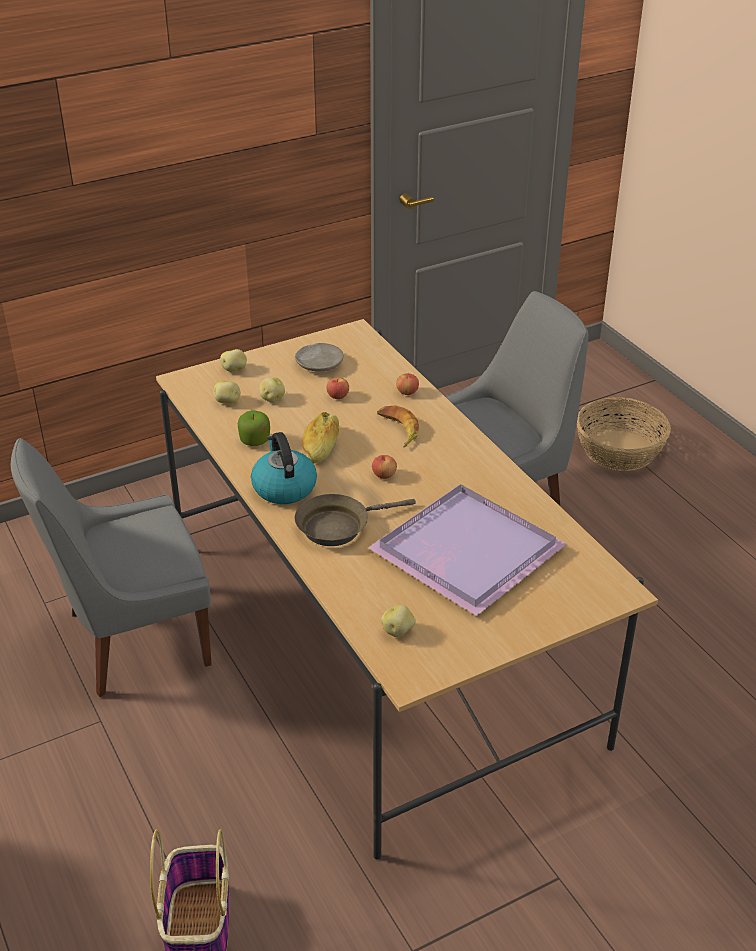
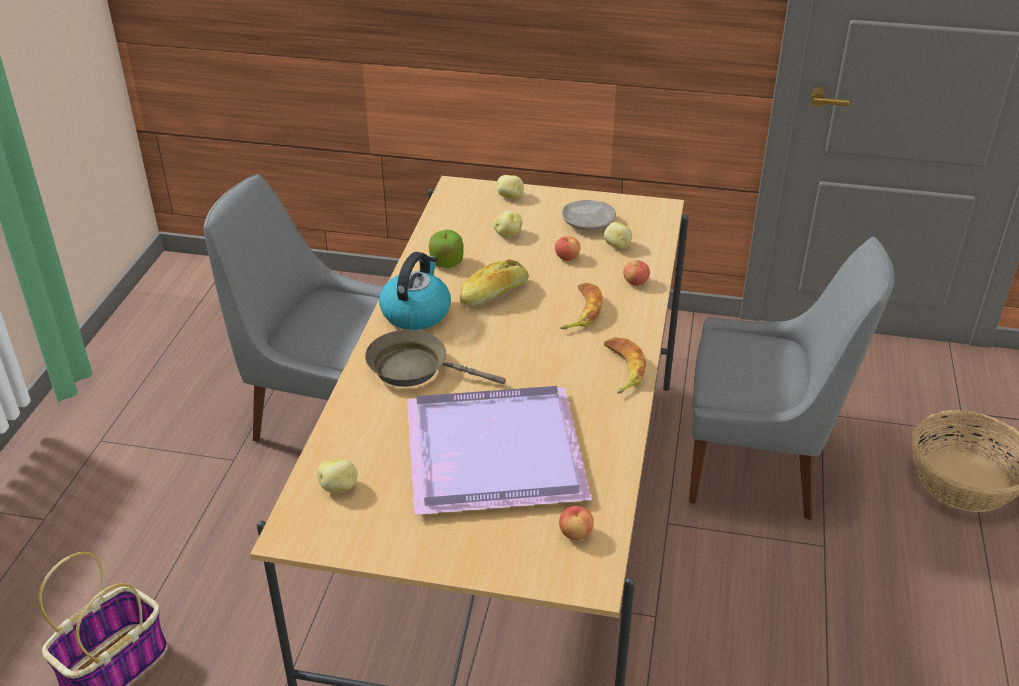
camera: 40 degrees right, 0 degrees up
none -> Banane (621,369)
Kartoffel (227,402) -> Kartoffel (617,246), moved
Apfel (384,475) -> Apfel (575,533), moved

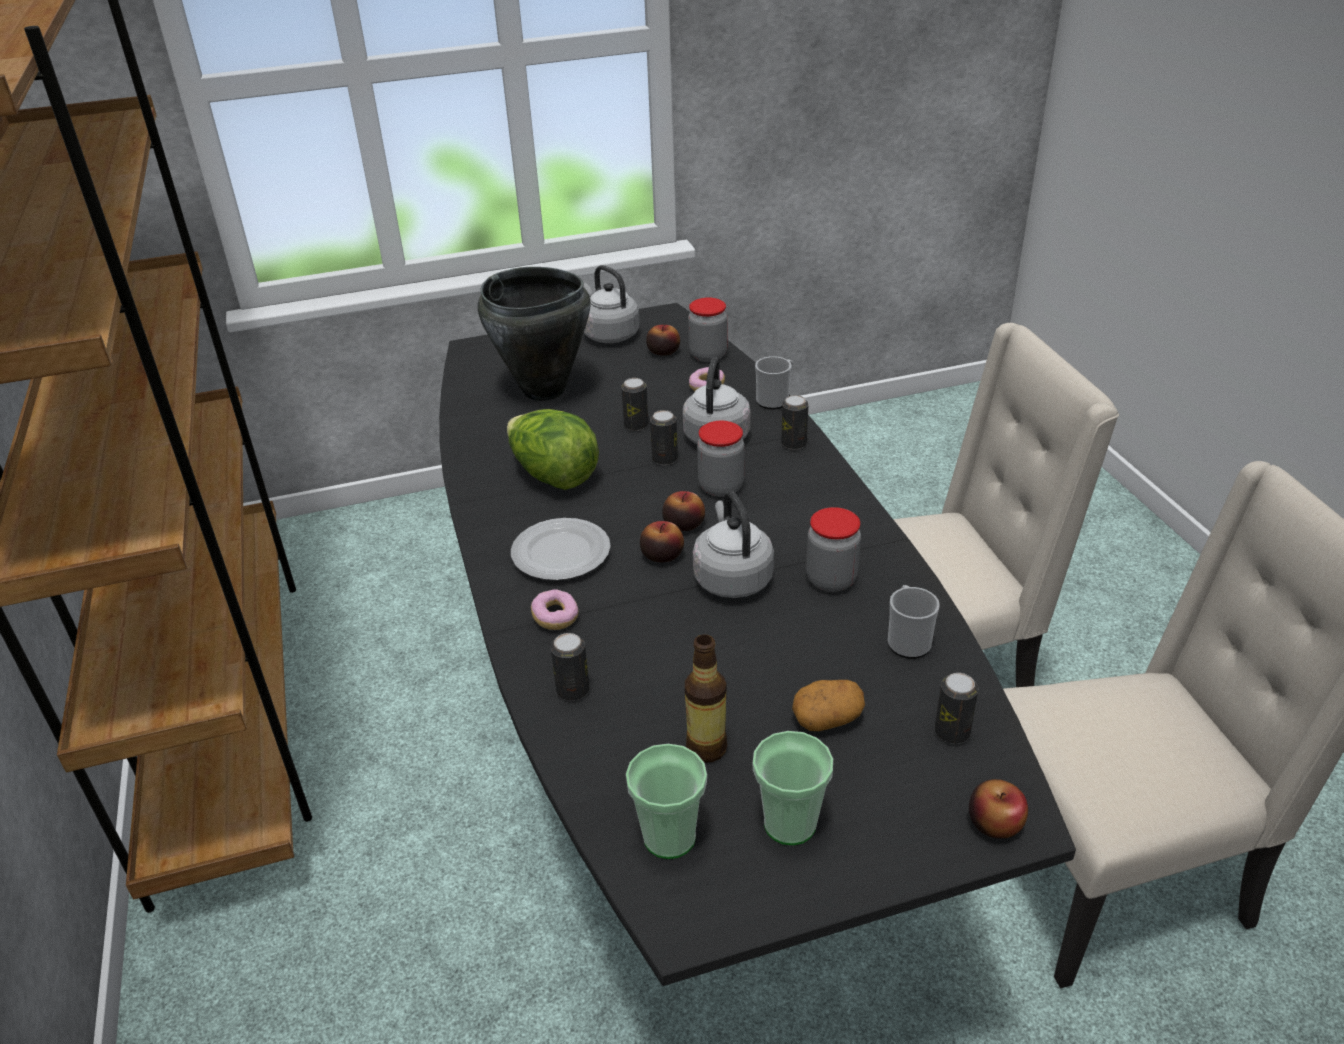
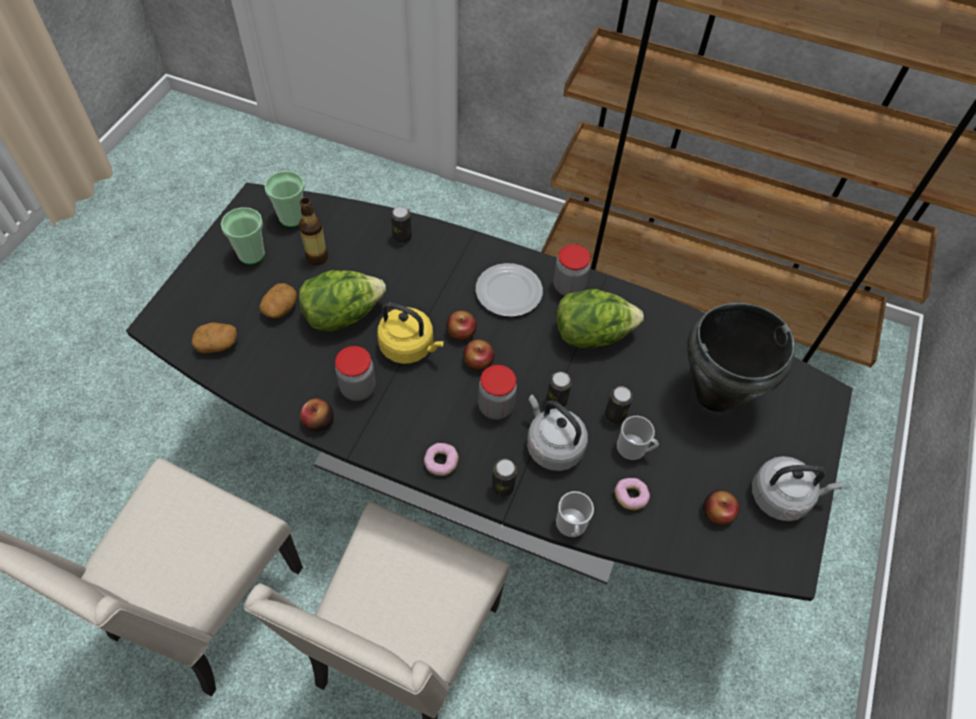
camera: 125 degrees right, 20 degrees up
none -> Salatkopf (343,315)
Donut (555,618) -> Donut (441,462), moved
Vorratsglas (708,355) -> Vorratsglas (568,287), moved
Henkelbecher (907,640) -> Henkelbecher (634,449), moved
Apfel (995,823) -> Apfel (318,421), moved
Dose (952,732) -> Kartoffel (217,344)
Wasserkessel [grau] (731,577) -> Wasserkessel [gelb] (409,347)

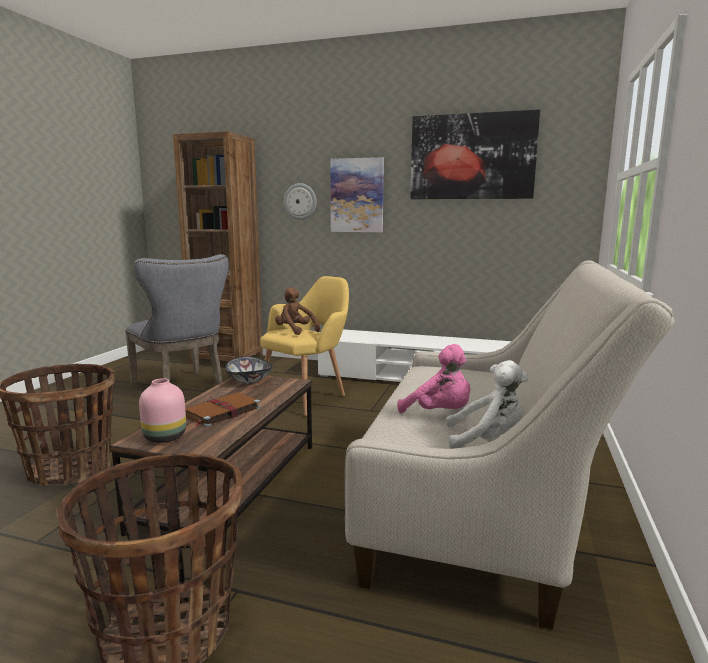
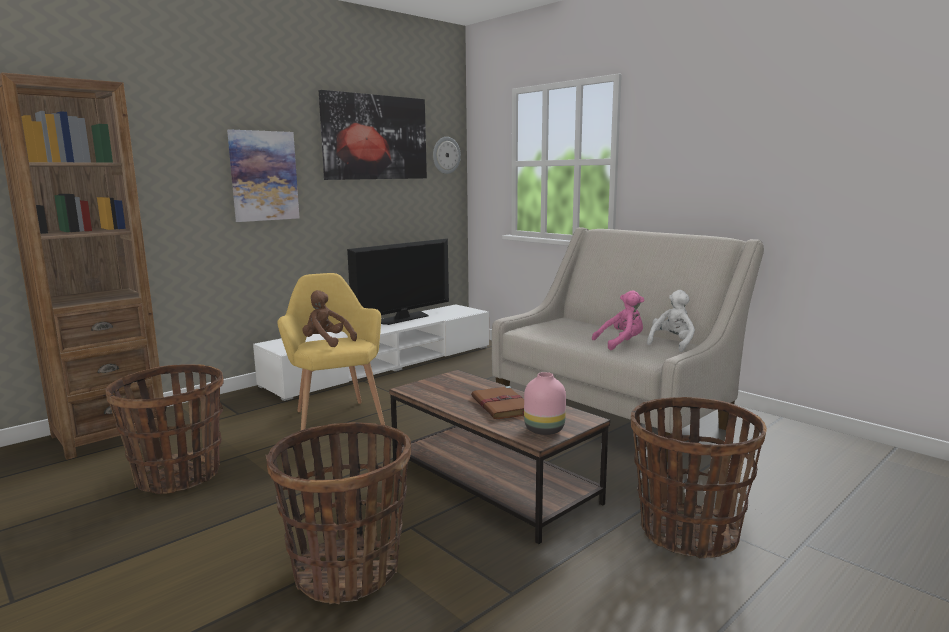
camera: 60 degrees left, 0 degrees up
Schüssel (248,381) -> none
none -> Fernseher (402,318)
Wanduhr (300,201) -> Wanduhr (446,155), moved
Stuhl [grau] (182,389) -> Korb (178,476)
Plüschtier [braun] (295,331) -> Plüschtier [braun] (326,342), 45 degrees clockwise

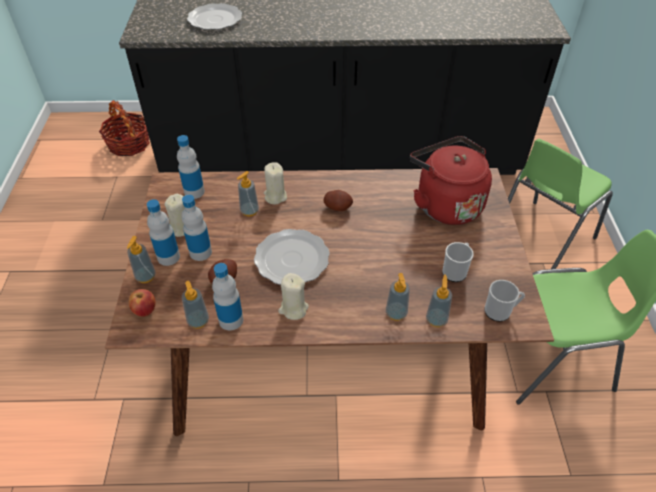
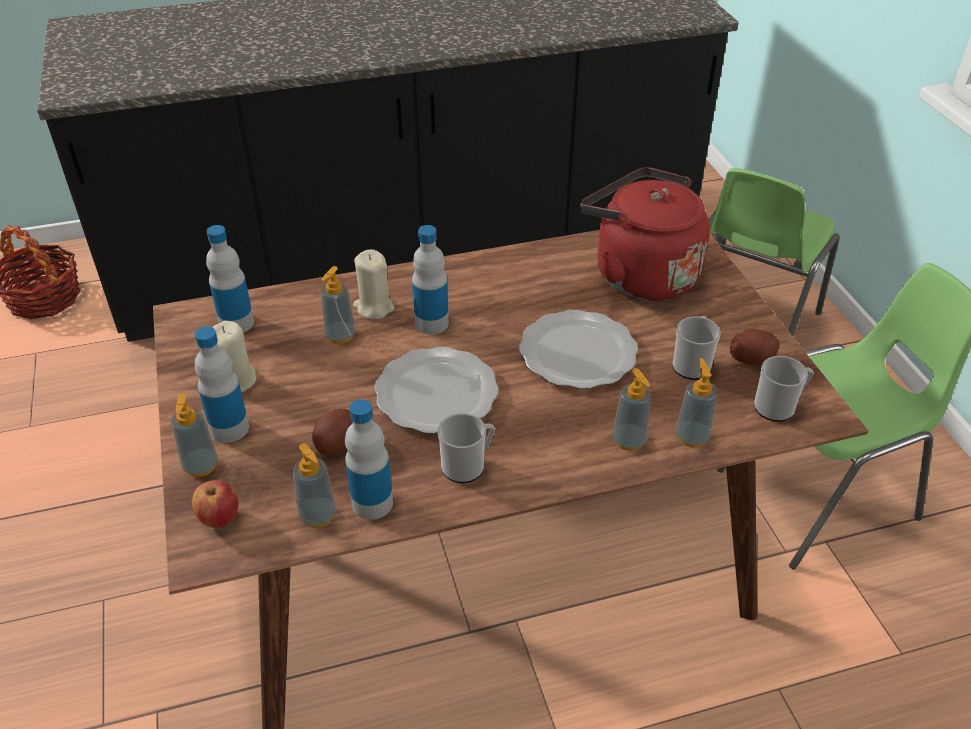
camera: 15 degrees left, 5 degrees down
Flasche (200,252) -> Flasche (431,323), moved
Teller (214,19) -> Teller (577,354), moved
Kartoffel (338,207) -> Kartoffel (751,358), moved
Kerze [beige] (293,309) -> Henkelbecher (467,466)

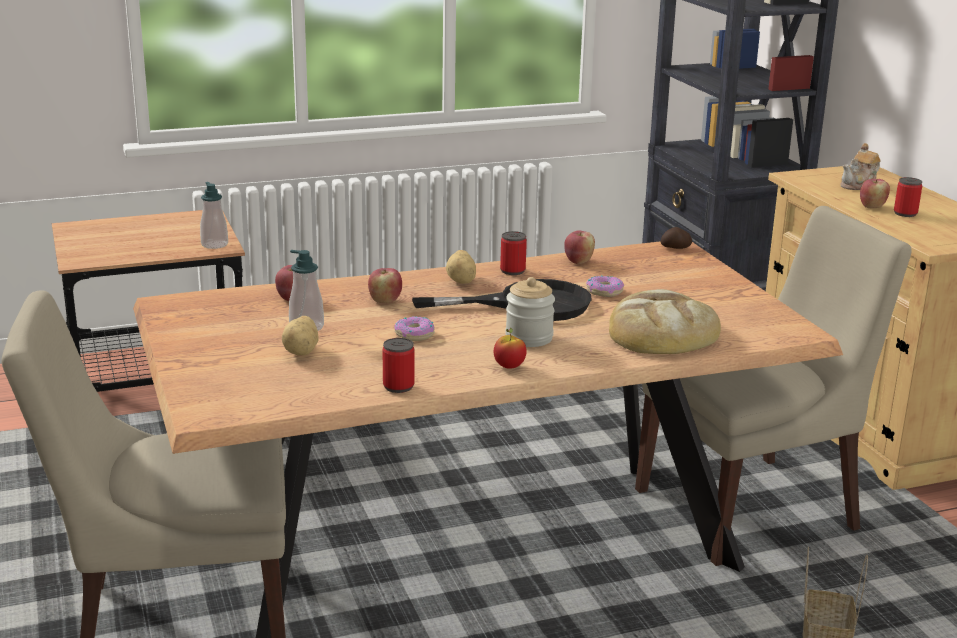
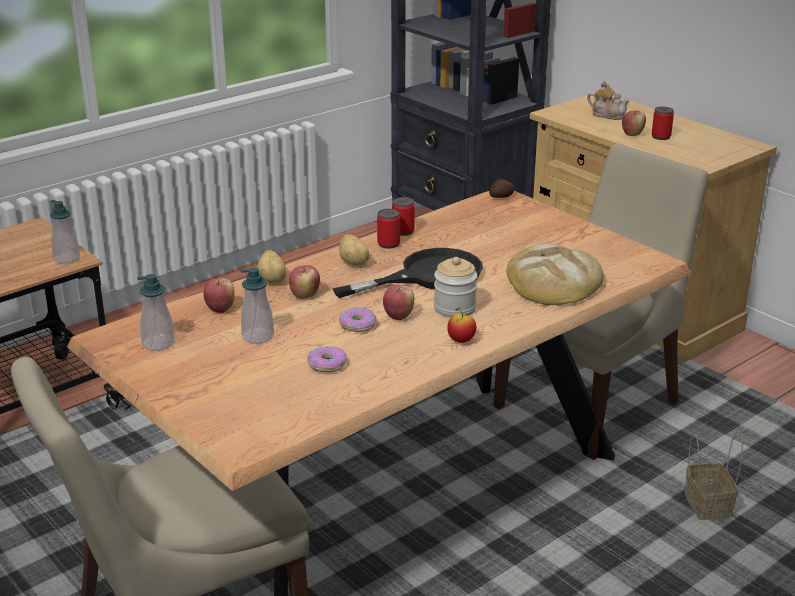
camera: 20 degrees left, 5 degrees up
none -> Seifenspender (158,343)
Kartoffel (302,351) -> Kartoffel (273,279), moved
Dose (398,386) -> Dose (403,231), moved
Apfel (578,261) -> Apfel (398,316), moved
Donut (604,291) -> Donut (327,364), moved
Teekanne (859,185) -> Teekanne (607,115), 90 degrees counterclockwise

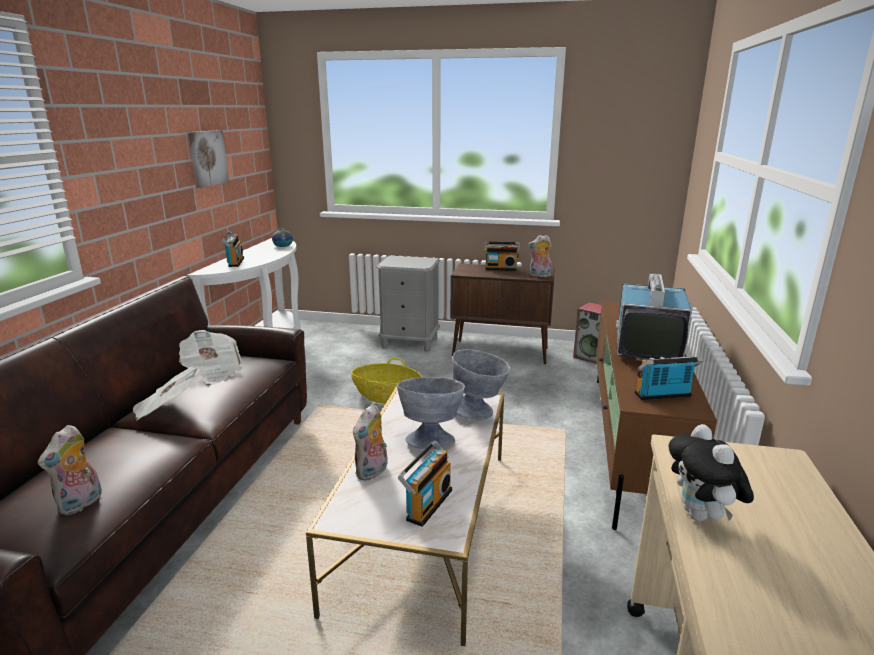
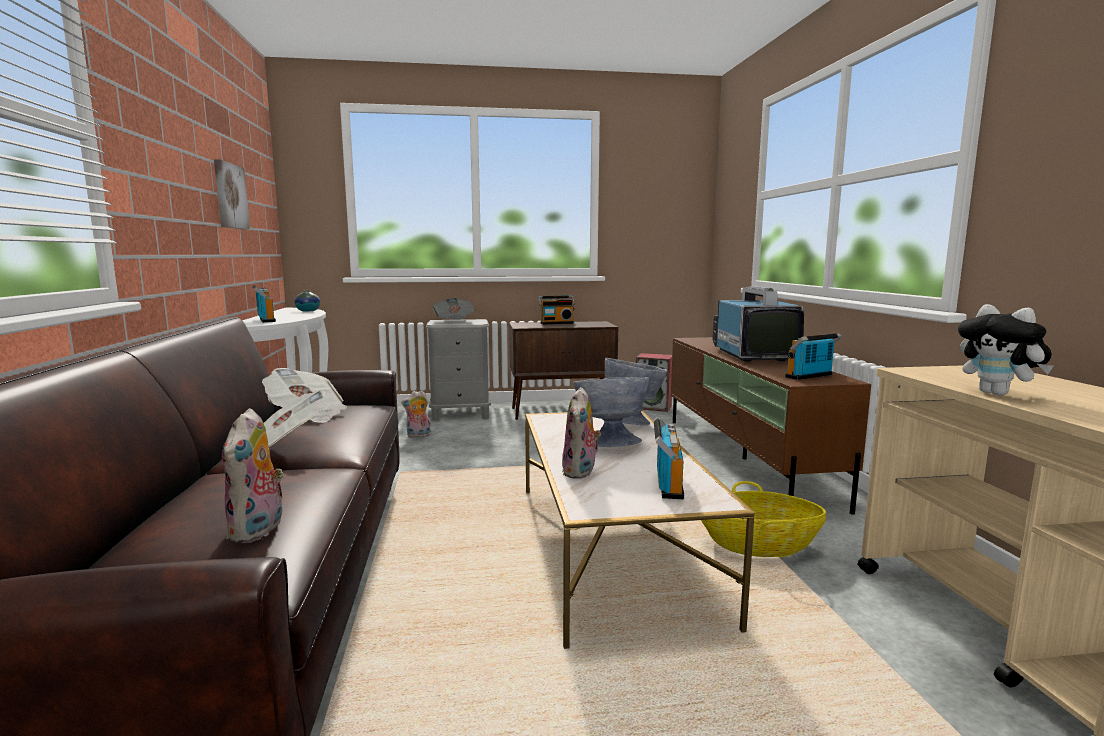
camera: 20 degrees left, 10 degrees down
none -> Zeitung (454,322)
Korb (387,396) -> Korb (759,545), moved
Plüschtier (539,275) -> Plüschtier (418,435), moved

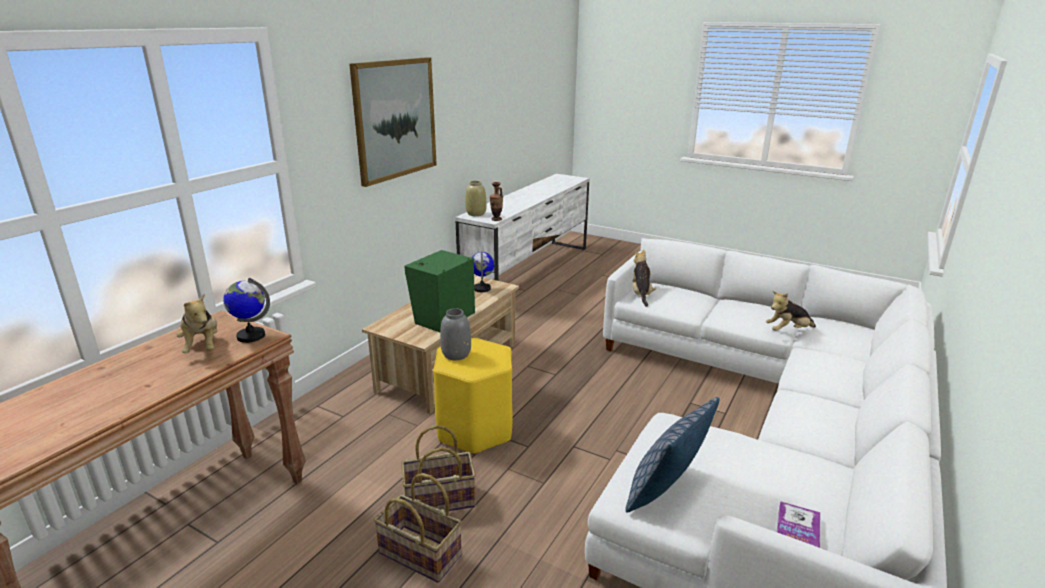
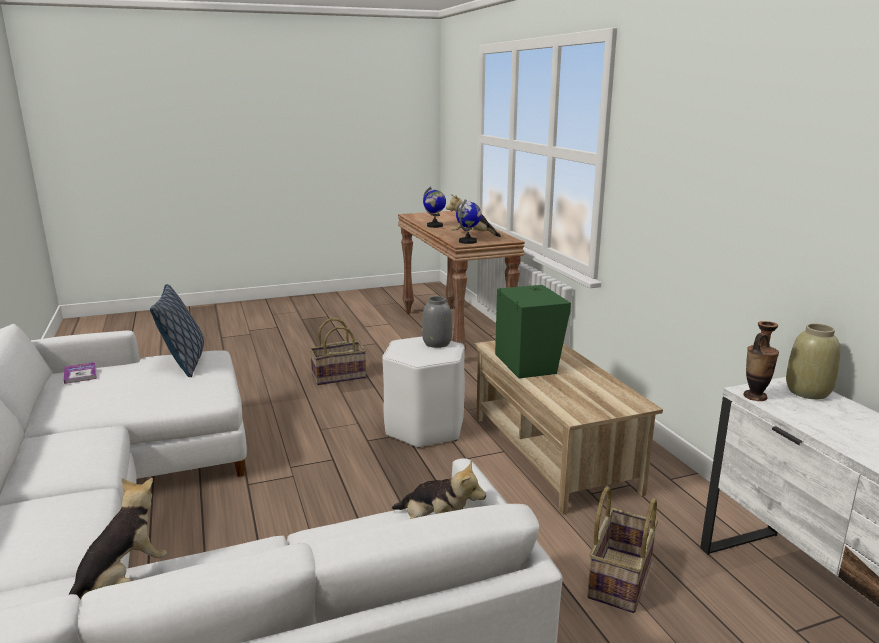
camera: 130 degrees right, 5 degrees down
Bild (395,119) -> none
Korb (439,501) -> Korb (619,578), moved
Globus (482,288) -> Globus (434,226), moved
Hocker [gelb] (475,429) -> Hocker [weiß] (425,428)

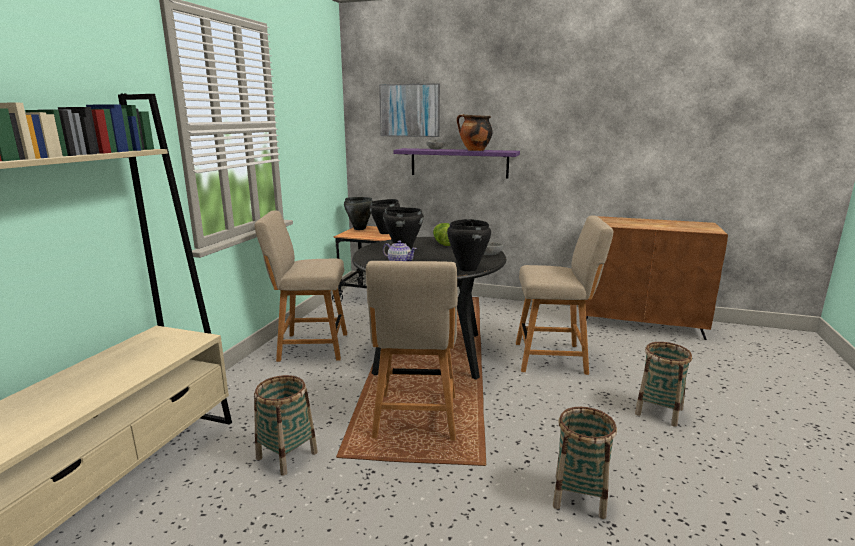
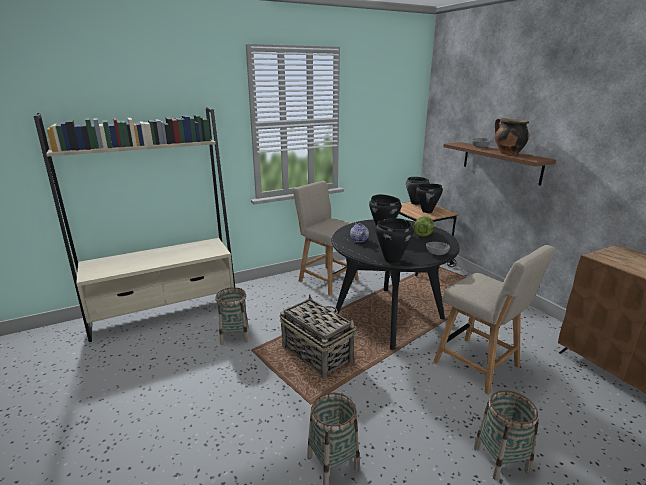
camera: 45 degrees right, 5 degrees up
Bild (410,110) -> none
Stuhl [beige] (415,419) -> Korb (316,353)
Wandregal [lila] (459,163) -> Wandregal [braun] (501,162)

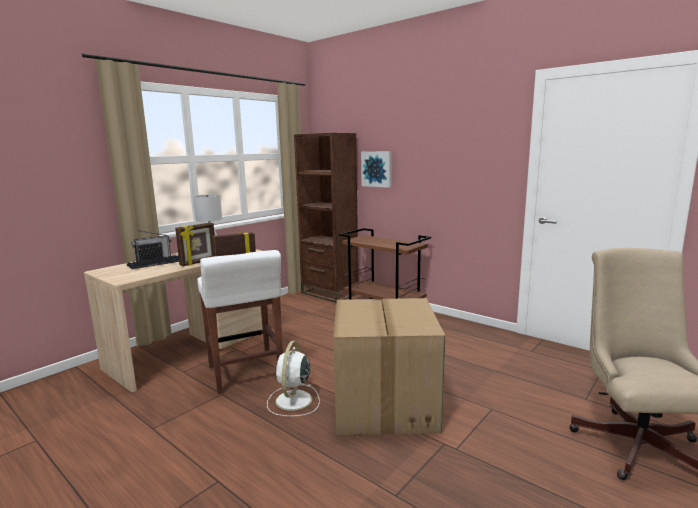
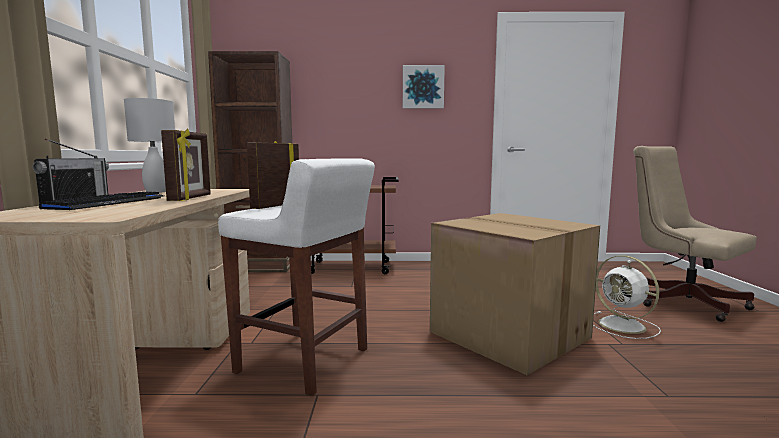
camera: 40 degrees left, 5 degrees down
Ventilator [weiß] (293,401) -> Ventilator [weiß] (623,326), moved
Bild (377,169) -> Bild (423,87), moved

